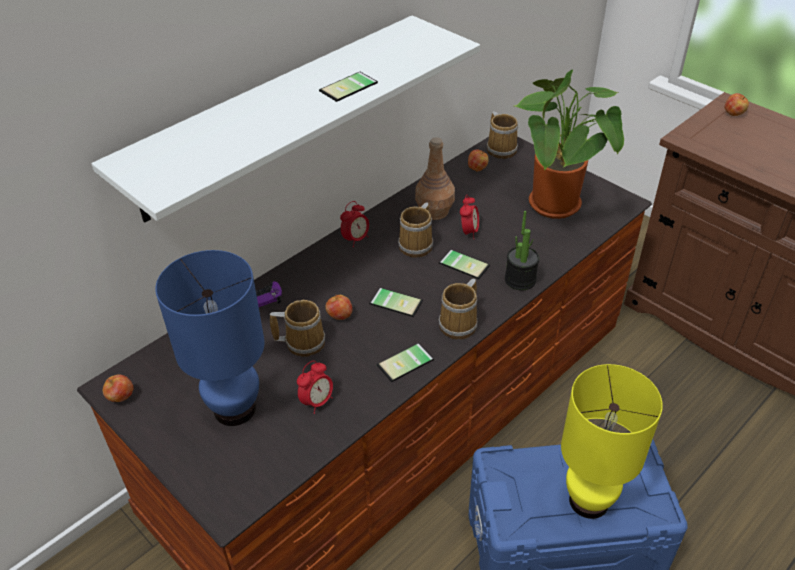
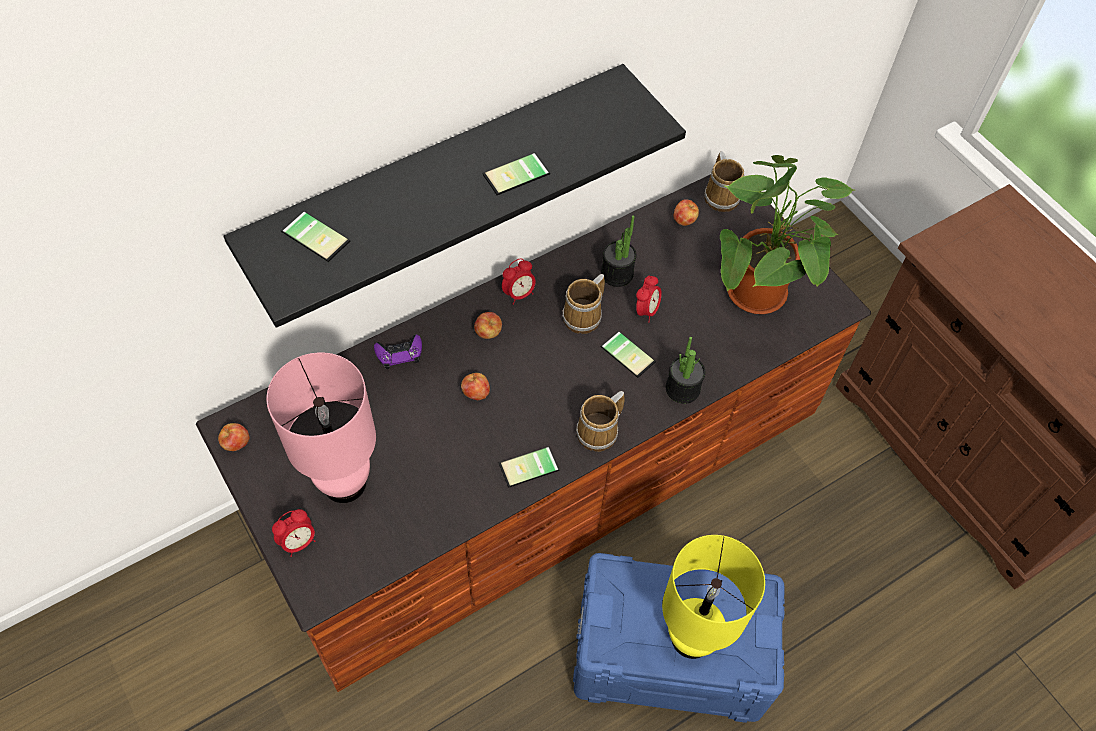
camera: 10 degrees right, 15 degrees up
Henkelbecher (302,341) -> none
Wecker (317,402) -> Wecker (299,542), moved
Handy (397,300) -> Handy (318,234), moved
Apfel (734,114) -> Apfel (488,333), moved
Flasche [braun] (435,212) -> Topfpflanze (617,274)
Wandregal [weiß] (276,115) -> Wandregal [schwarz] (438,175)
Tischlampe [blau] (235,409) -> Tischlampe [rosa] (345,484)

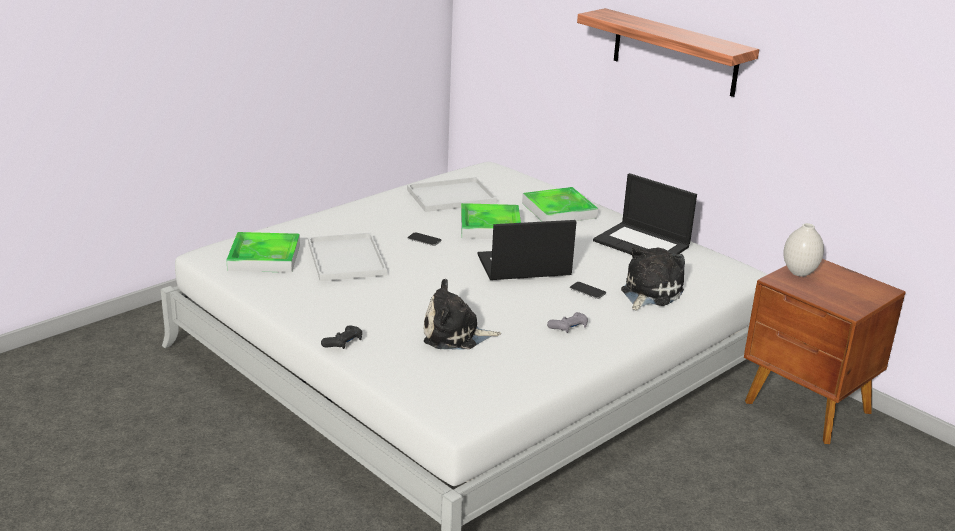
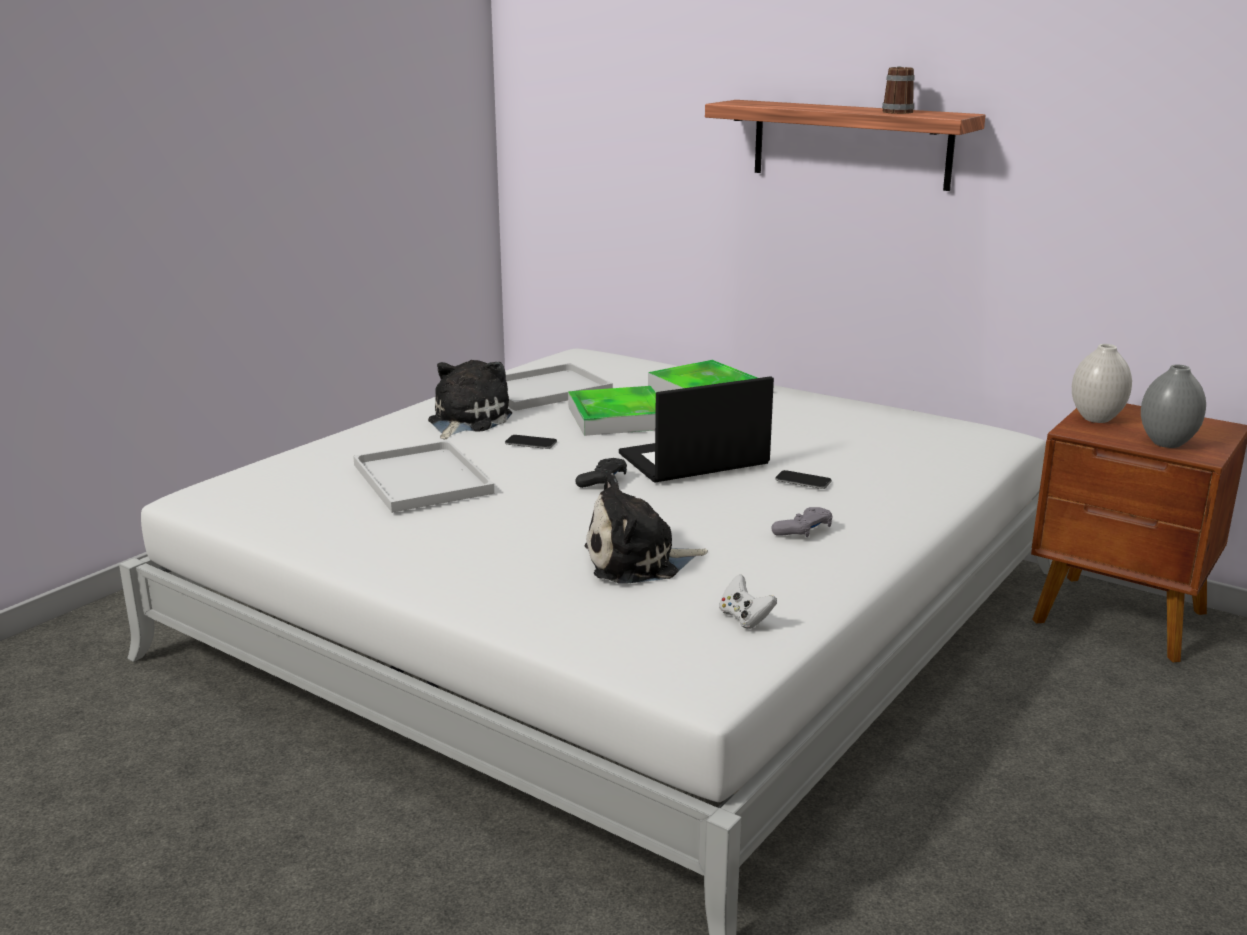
camera: 10 degrees left, 5 degrees down
Tablett (264,257) -> none
Laptop (643,244) -> none
none -> Gamepad [weiß] (744,618)
none -> Henkelbecher (897,111)
none -> Vase [grau] (1167,444)
Gamepad [schwarz] (343,343) -> Gamepad [schwarz] (603,481), moved
Plüschtier (649,293) -> Plüschtier (466,420), moved

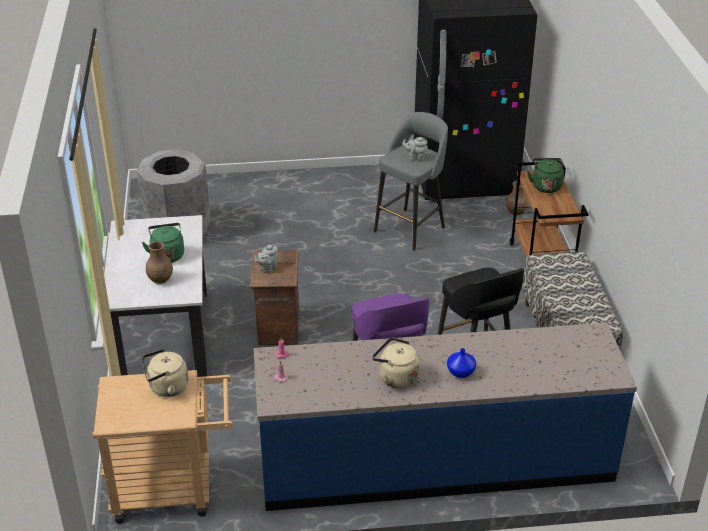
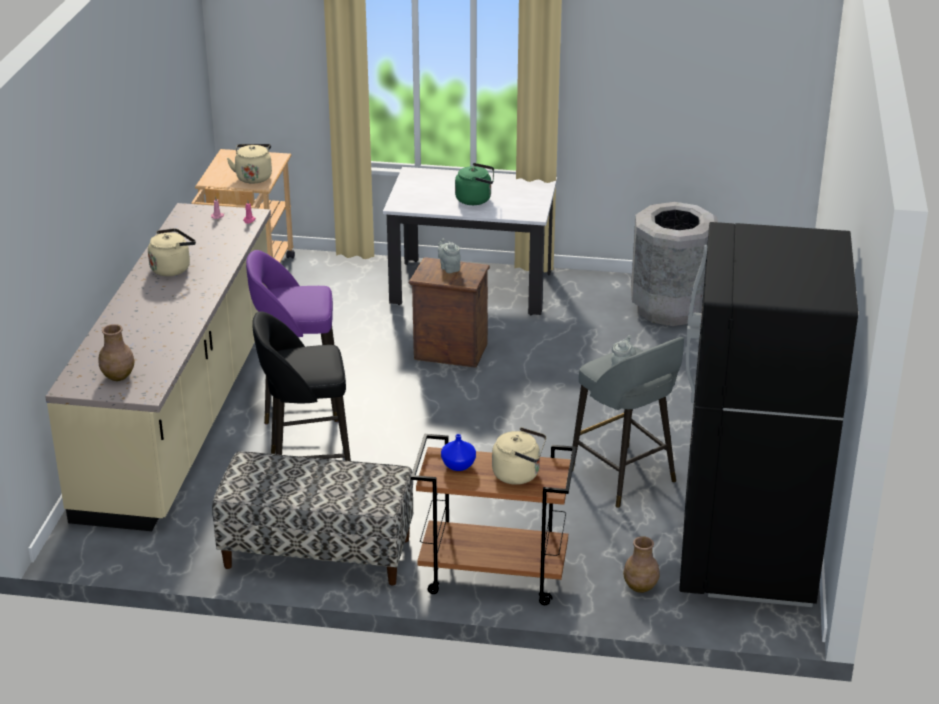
camera: 105 degrees right, 5 degrees down
Vase [braun] (161,279) -> Vase [braun] (118,376), moved
Vase [blau] (461,372) -> Vase [blau] (458,466), moved
Küchenzeile [blau] (435,461) -> Küchenzeile [beige] (182,414)
Wasserkessel [grün] (546,186) -> Wasserkessel [beige] (519,474)

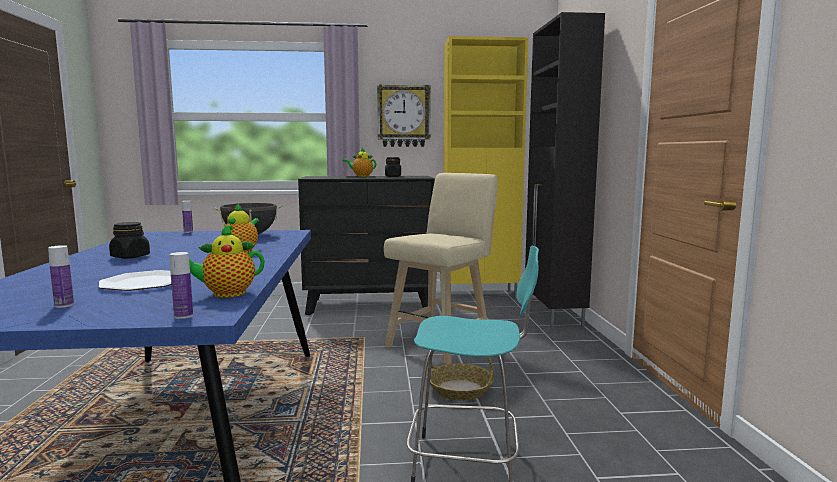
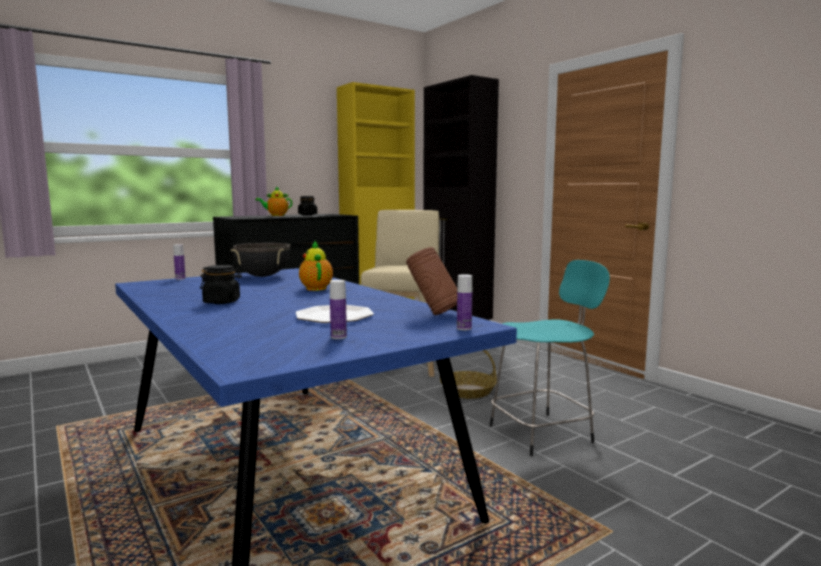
camera: 30 degrees left, 0 degrees up
Wanduhr (403,116) -> none
Teekanne (225,294) -> Vase [braun] (433,314)

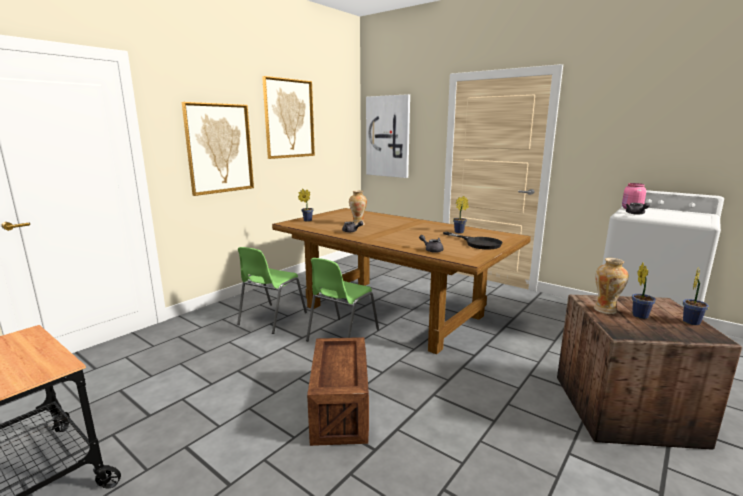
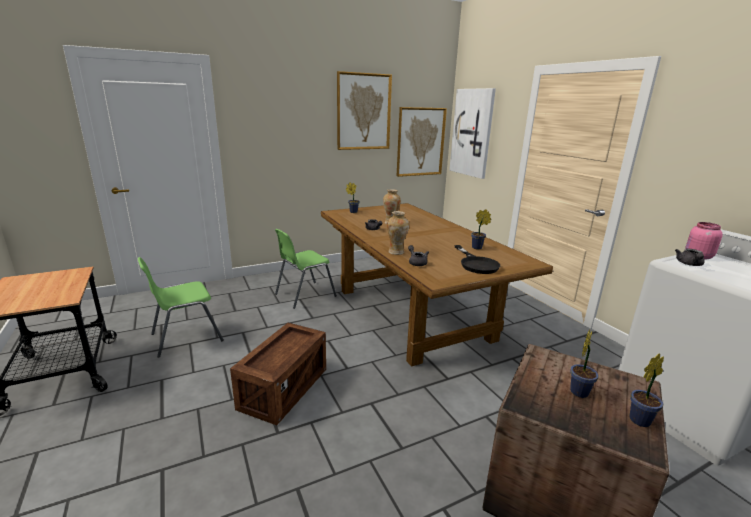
camera: 25 degrees right, 5 degrees up
Bild (219,148) -> Bild (420,142), moved
Stuhl [grün] (341,335) -> Stuhl [grün] (185,337), moved
Vase (606,310) -> Vase (396,252), moved

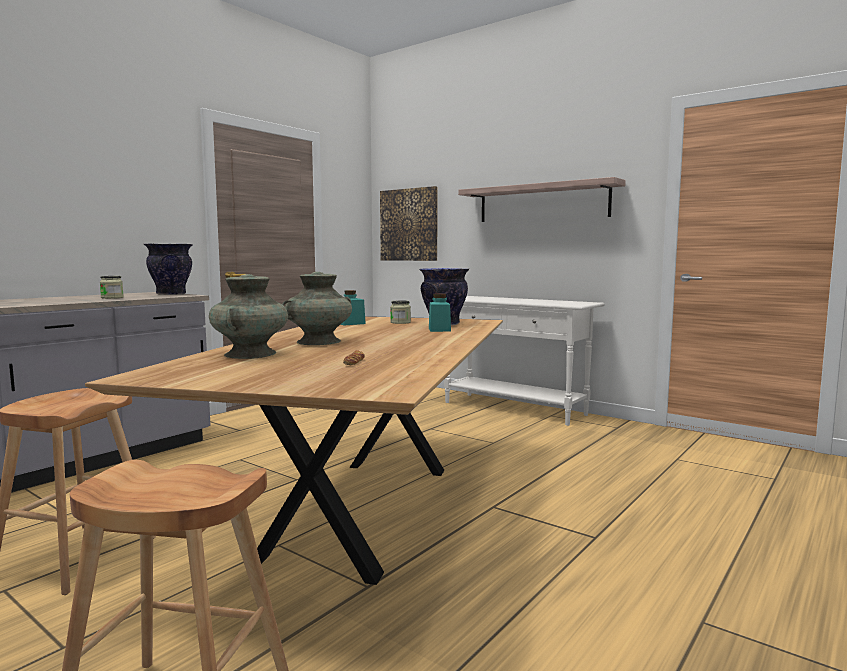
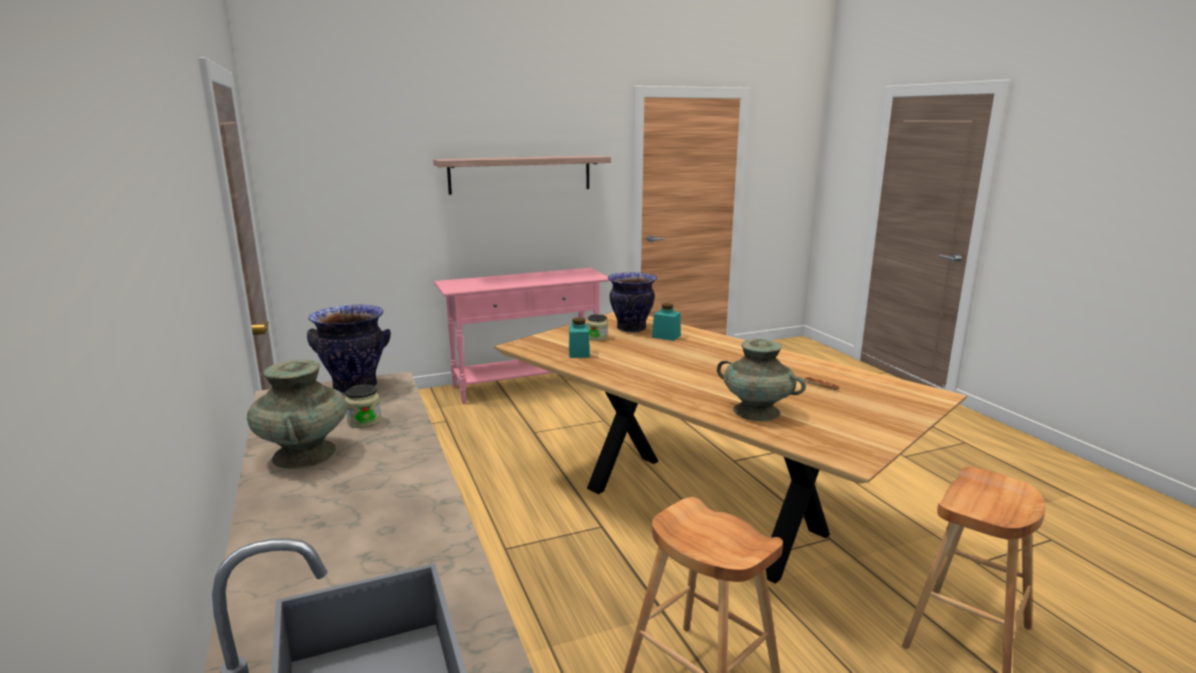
camera: 60 degrees left, 10 degrees up
Bild (409,225) -> none
Vase [türkis] (318,342) -> Vase [türkis] (304,454), moved
Konsolentisch [weiß] (513,409) -> Konsolentisch [rosa] (527,385)

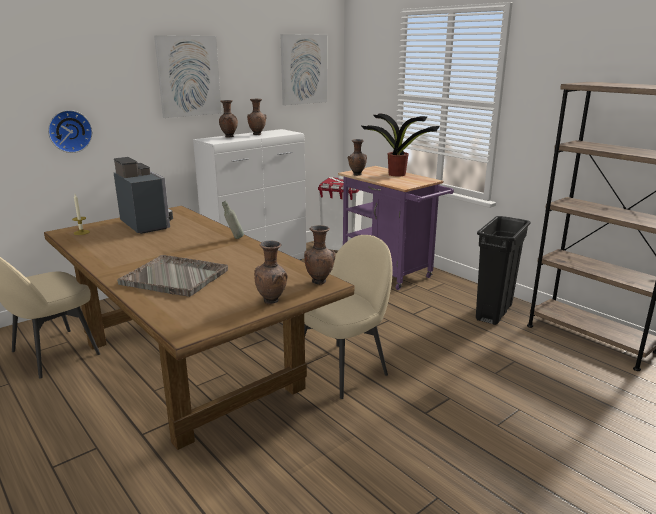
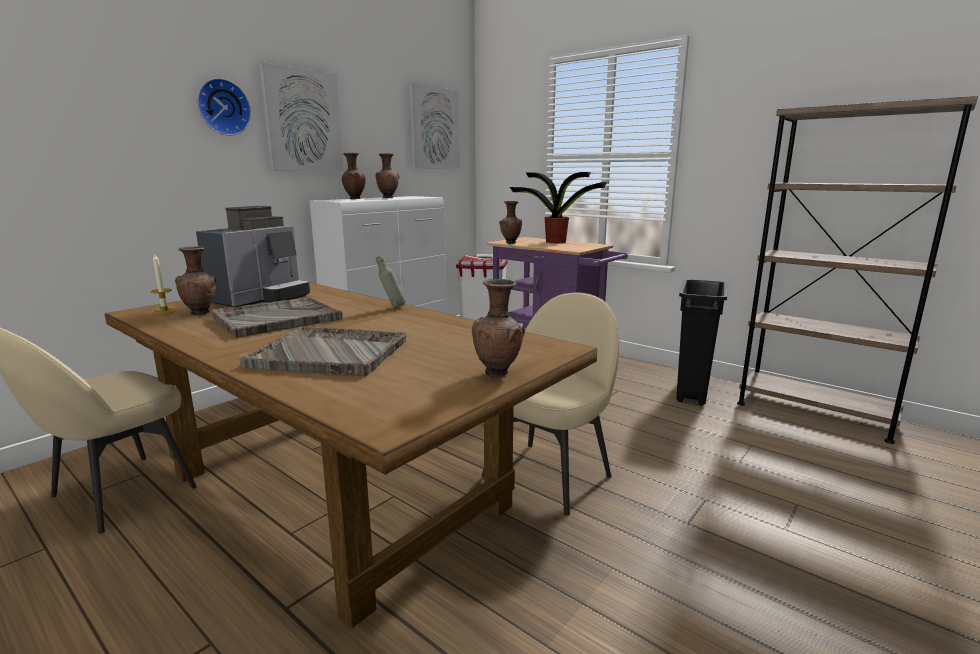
camera: 10 degrees left, 5 degrees down
none -> Tablett [grau] (276,319)
Wanduhr (69,131) -> Wanduhr (222,107), moved
Vase [braun] (319,281) -> Vase [braun] (201,313), moved
Kaffeemaschine (147,224) -> Kaffeemaschine (261,298), 75 degrees clockwise

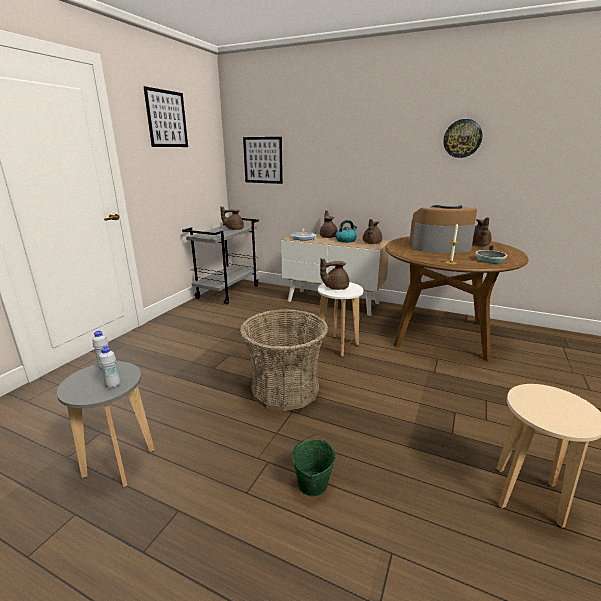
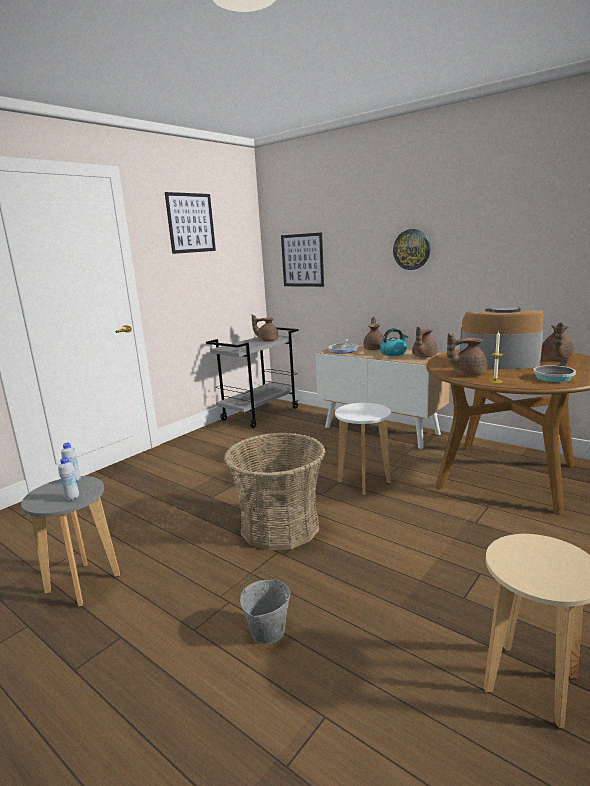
camera: 15 degrees right, 5 degrees down
Teekanne [braun] (335,287) -> Teekanne [braun] (467,373), moved
Wanduhr (462,138) -> Wanduhr (412,249), moved
Eimer [grün] (312,484) -> Eimer [grau] (267,631)

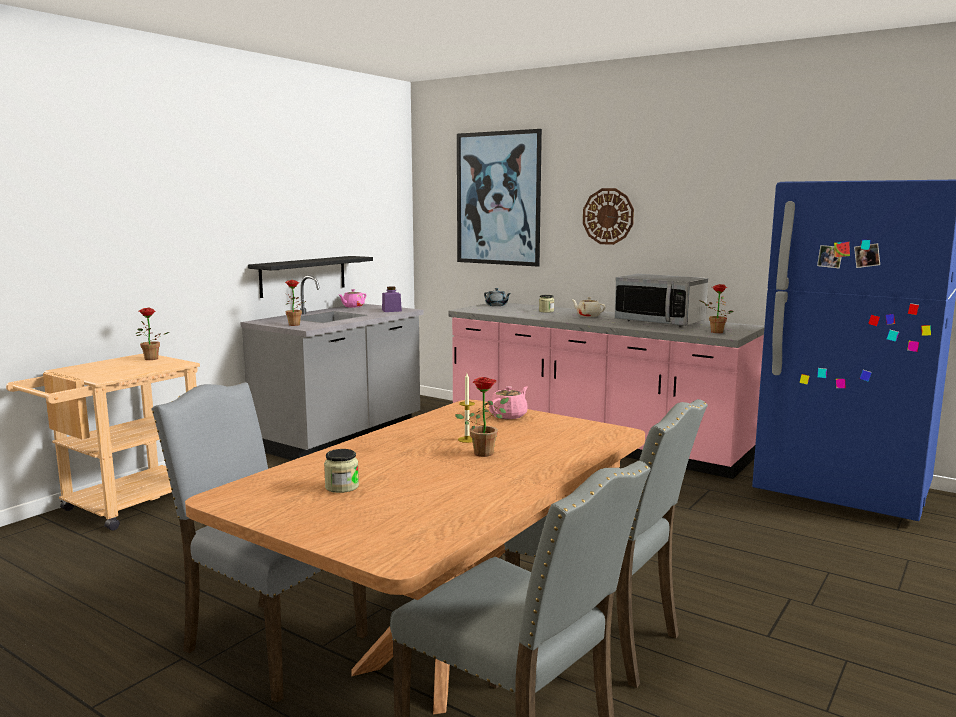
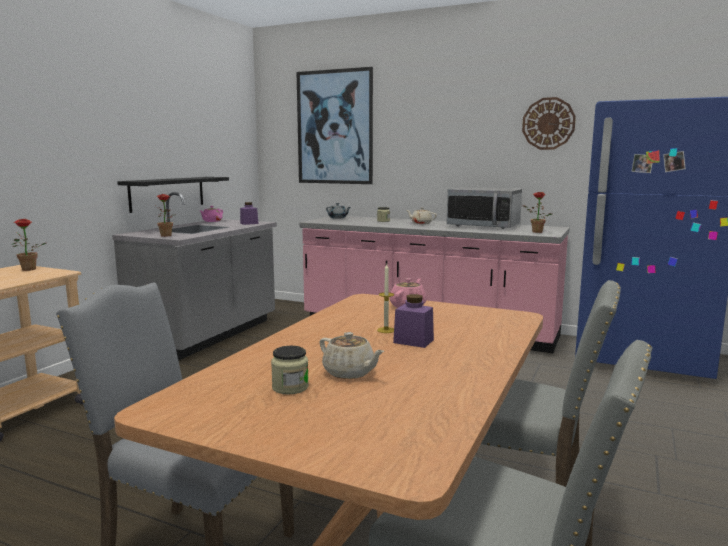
camera: 10 degrees left, 0 degrees up
none -> Teekanne [beige] (350,373)
Wanduhr (608,216) -> Wanduhr (548,123), moved
Topfpflanze (485,452) -> Vorratsglas [lila] (413,341)

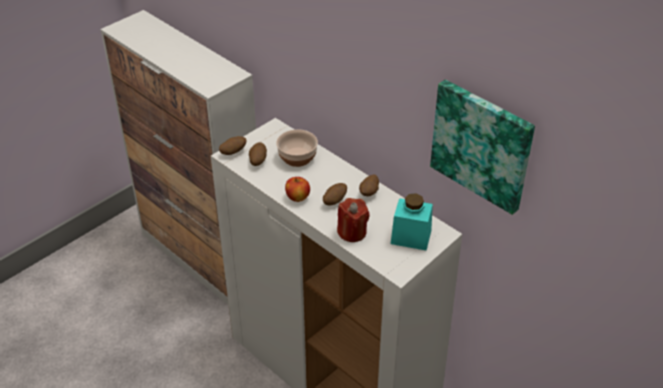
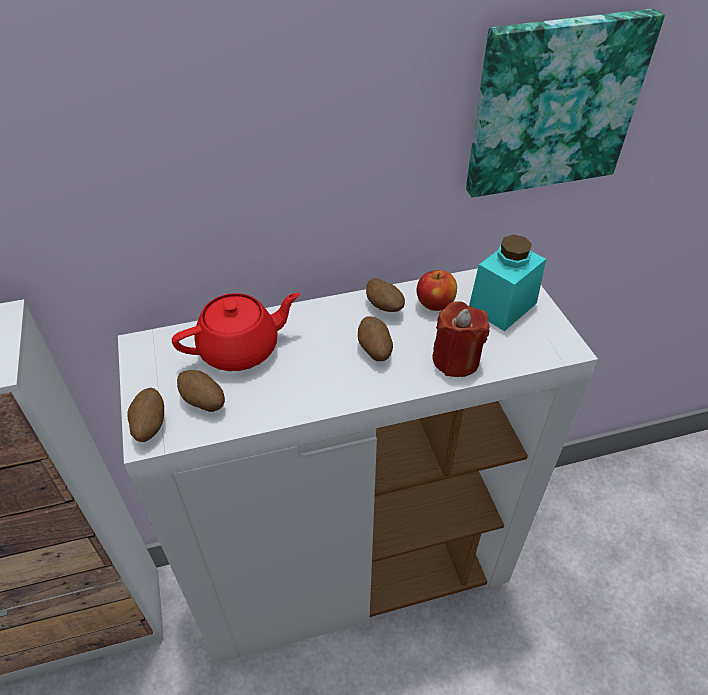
camera: 60 degrees left, 5 degrees up
Apfel (298,197) -> Apfel (435,304), moved
Schüssel (298,157) -> Teekanne [rot] (241,349)

